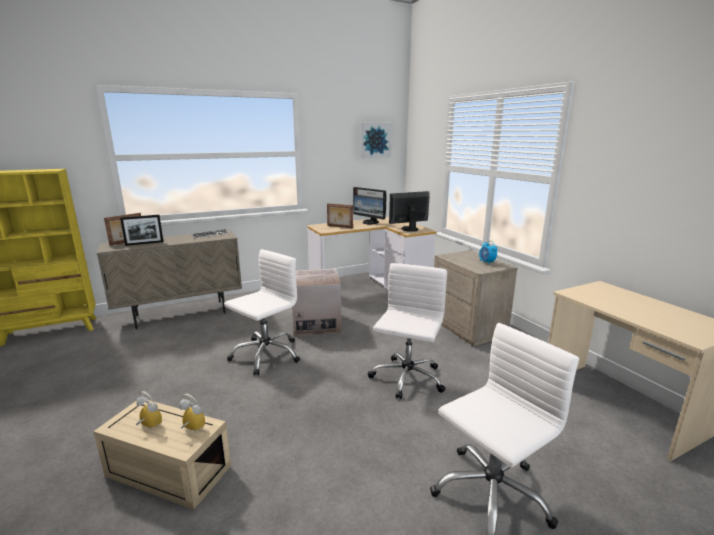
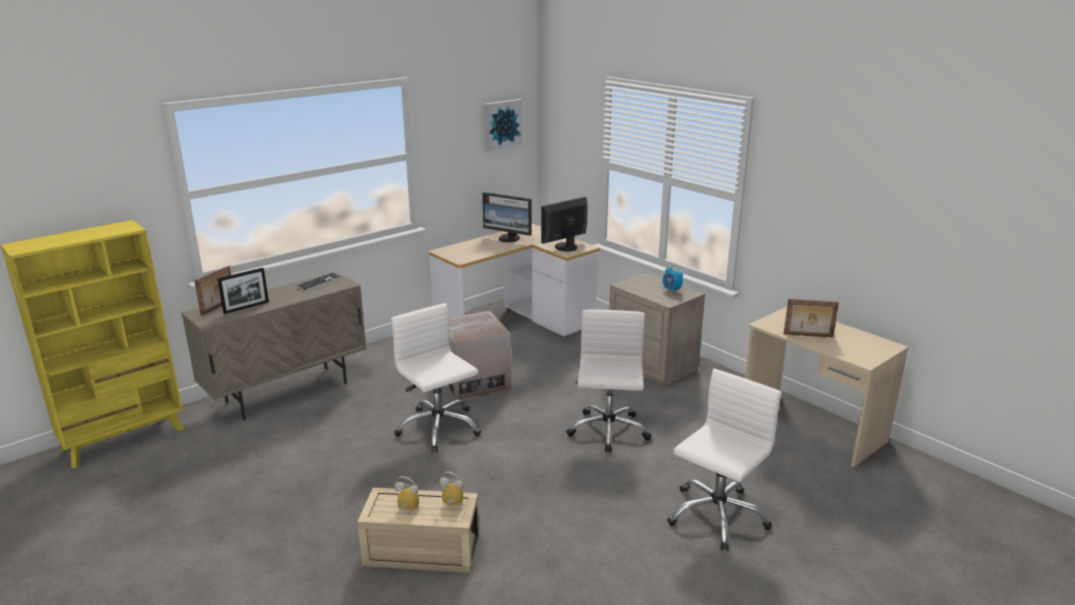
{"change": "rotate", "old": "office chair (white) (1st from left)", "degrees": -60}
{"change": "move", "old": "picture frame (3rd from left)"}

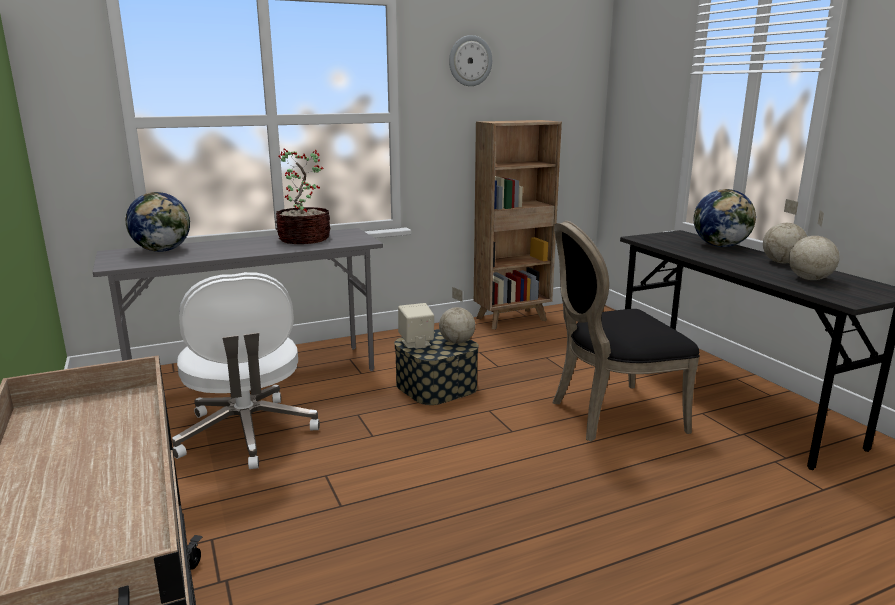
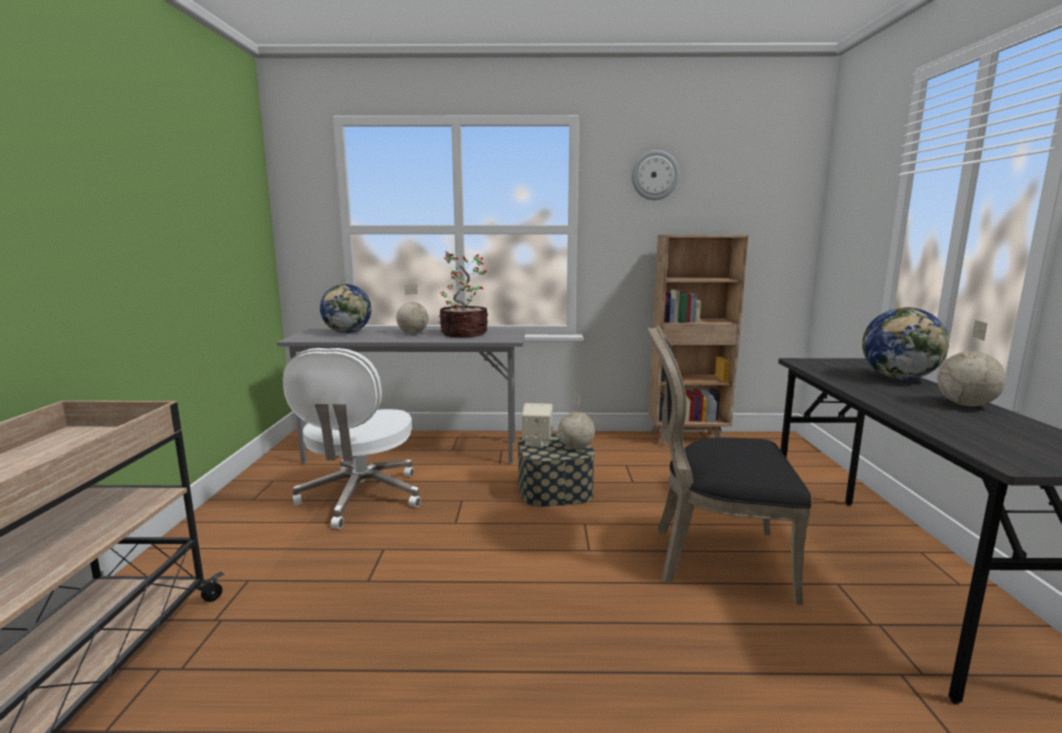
{"change": "move", "old": "desk globe (5th from left in the first image)", "new": "desk globe (2nd from left)"}

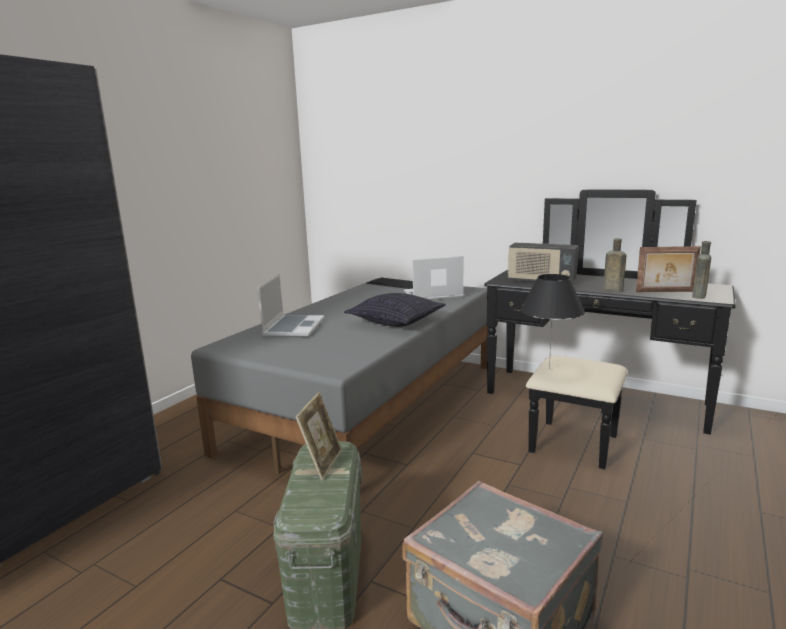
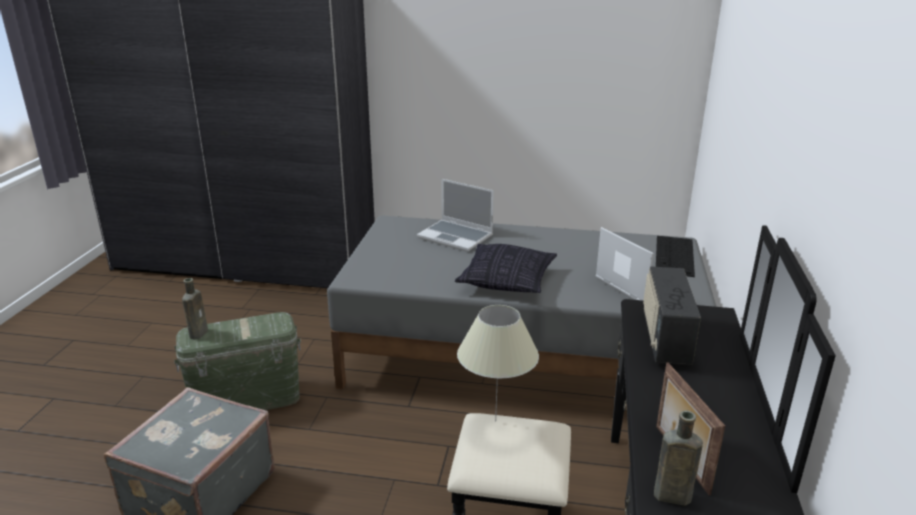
{"change": "move", "old": "beverage bottle (brownish) (1st from left)"}
{"change": "rotate", "old": "portable computer (1st from left)", "degrees": 45}
{"change": "recolor", "old": "table lamp (blackish)", "new": "table lamp (beige)"}
{"change": "delete", "old": "picture frame (1st from left)"}

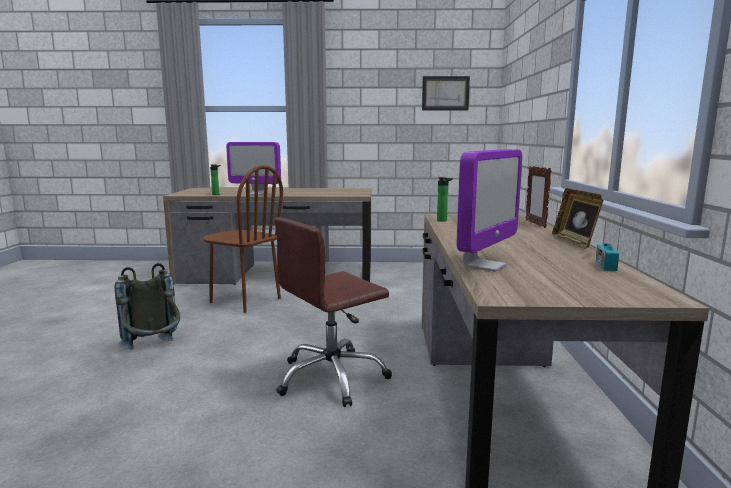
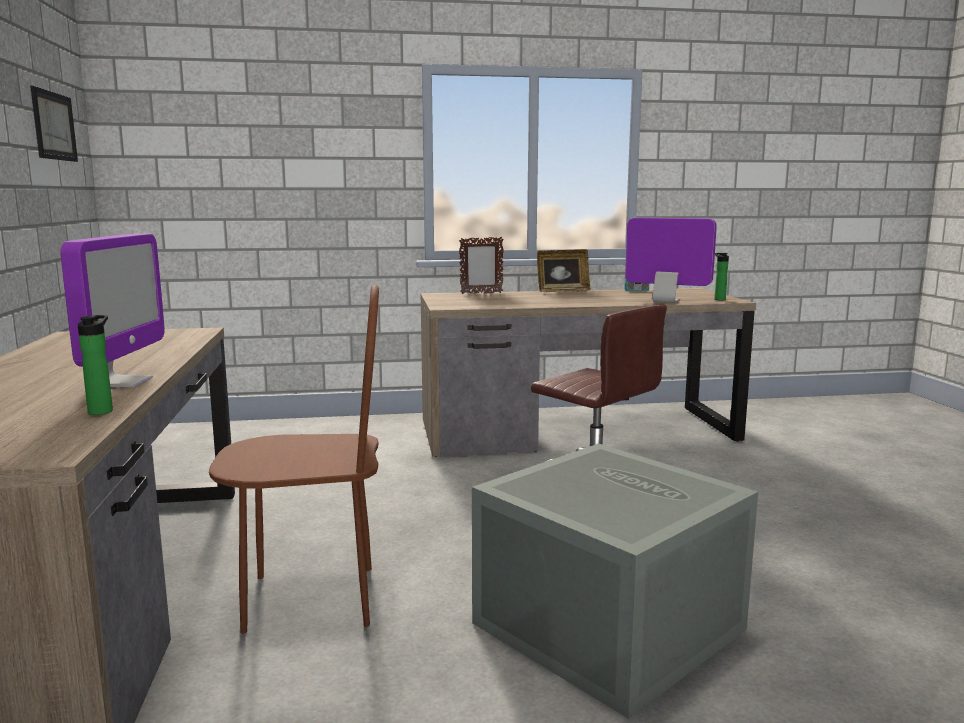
{"change": "rotate", "old": "plain chair (brownish)", "degrees": 60}
{"change": "replace", "old": "backpack (gray)", "new": "storage container (gray)"}
{"change": "move", "old": "beverage bottle (2nd from left)"}

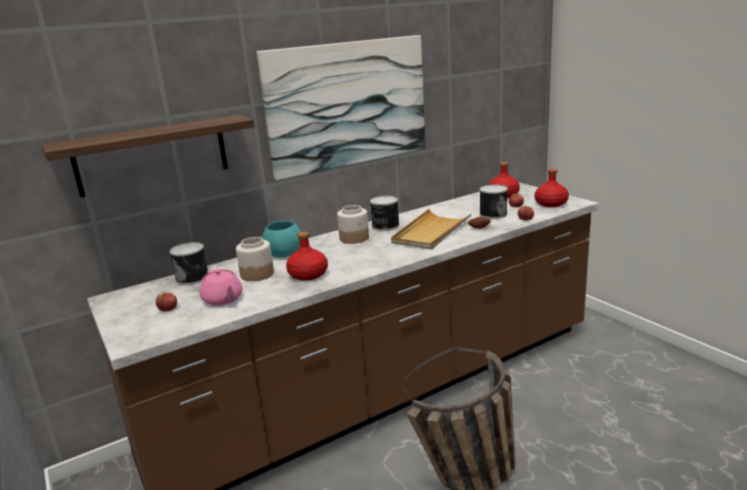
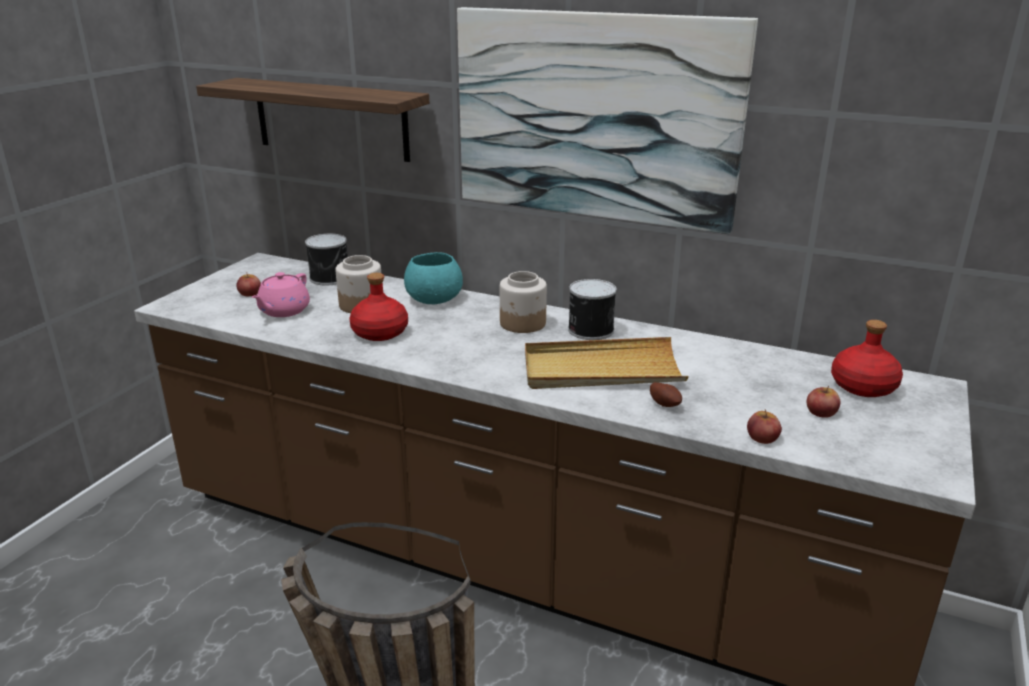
{"change": "delete", "old": "metal can (3rd from left)"}
{"change": "delete", "old": "beverage bottle (red-coloured) (3rd from left)"}

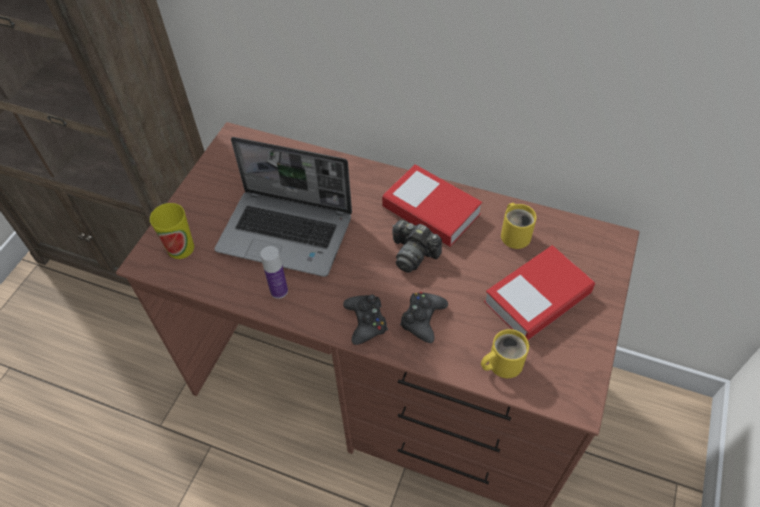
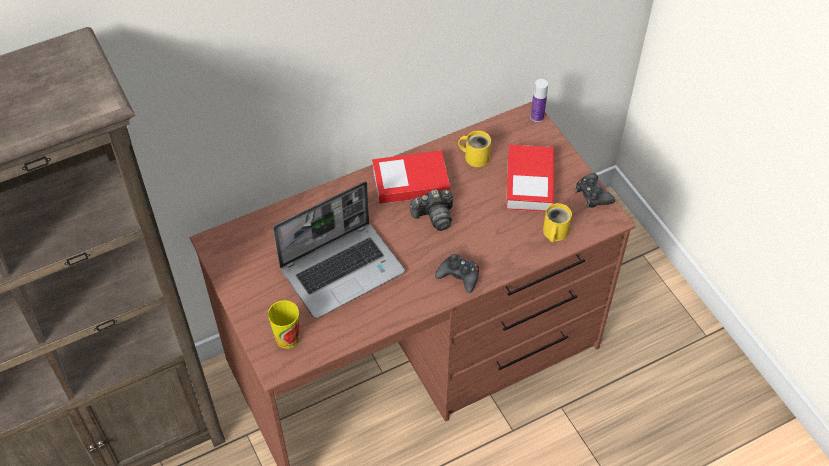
{"change": "move", "old": "beverage bottle"}
{"change": "move", "old": "gamepad (blackish) (2nd from left)"}

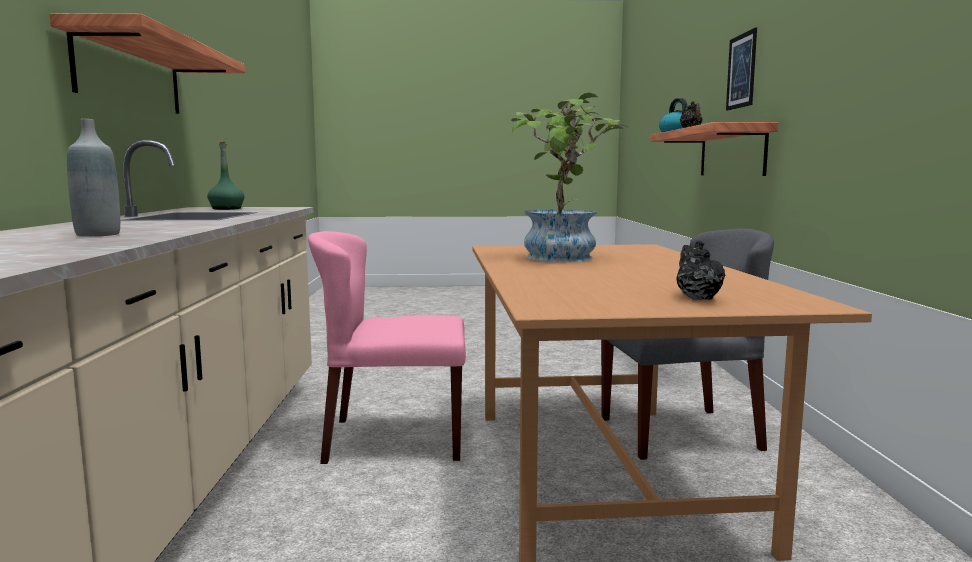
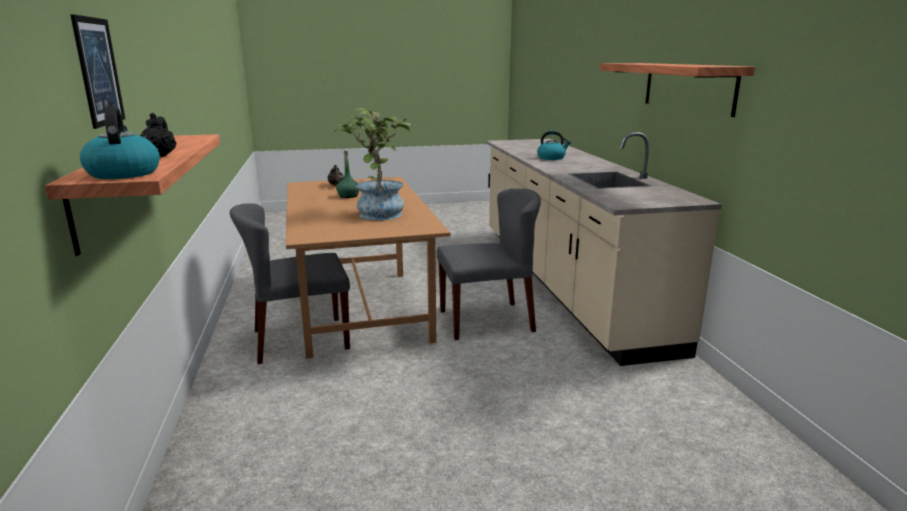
{"change": "move", "old": "beverage bottle (greenish)"}
{"change": "recolor", "old": "plain chair (pink)", "new": "plain chair (gray) (2nd from left)"}
{"change": "replace", "old": "beverage bottle (gray)", "new": "tea kettle (2nd from left)"}

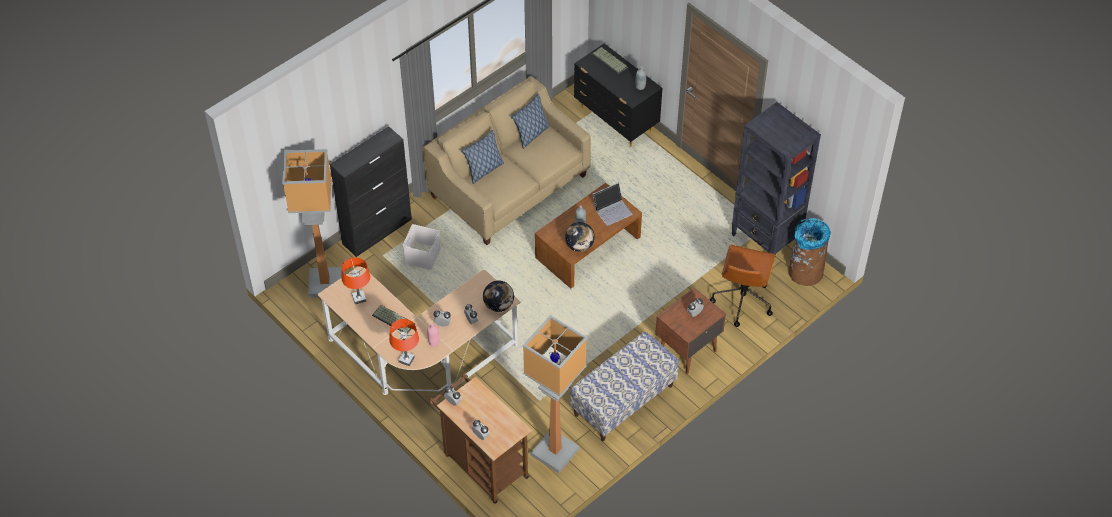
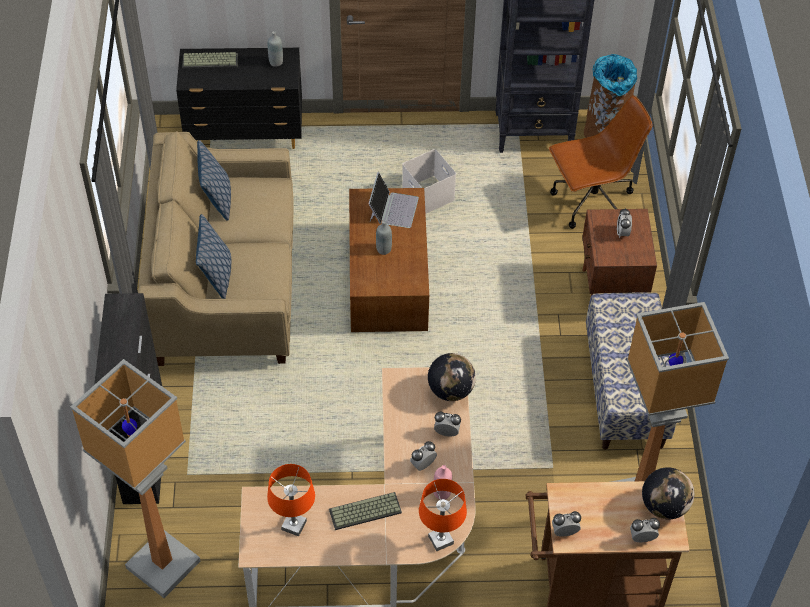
{"change": "move", "old": "storage container (white)"}
{"change": "rotate", "old": "office chair (brownish)", "degrees": -75}
{"change": "move", "old": "desk globe (2nd from left)"}

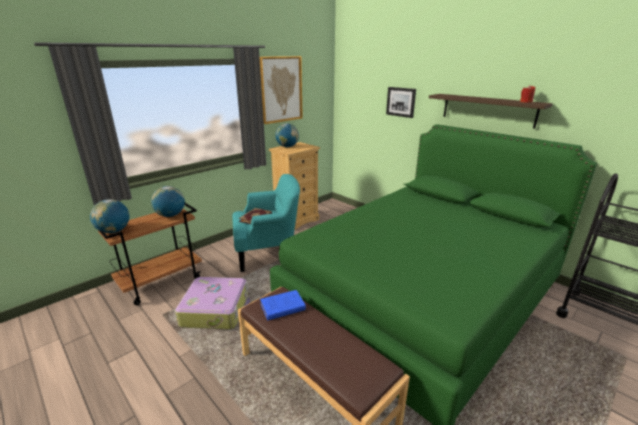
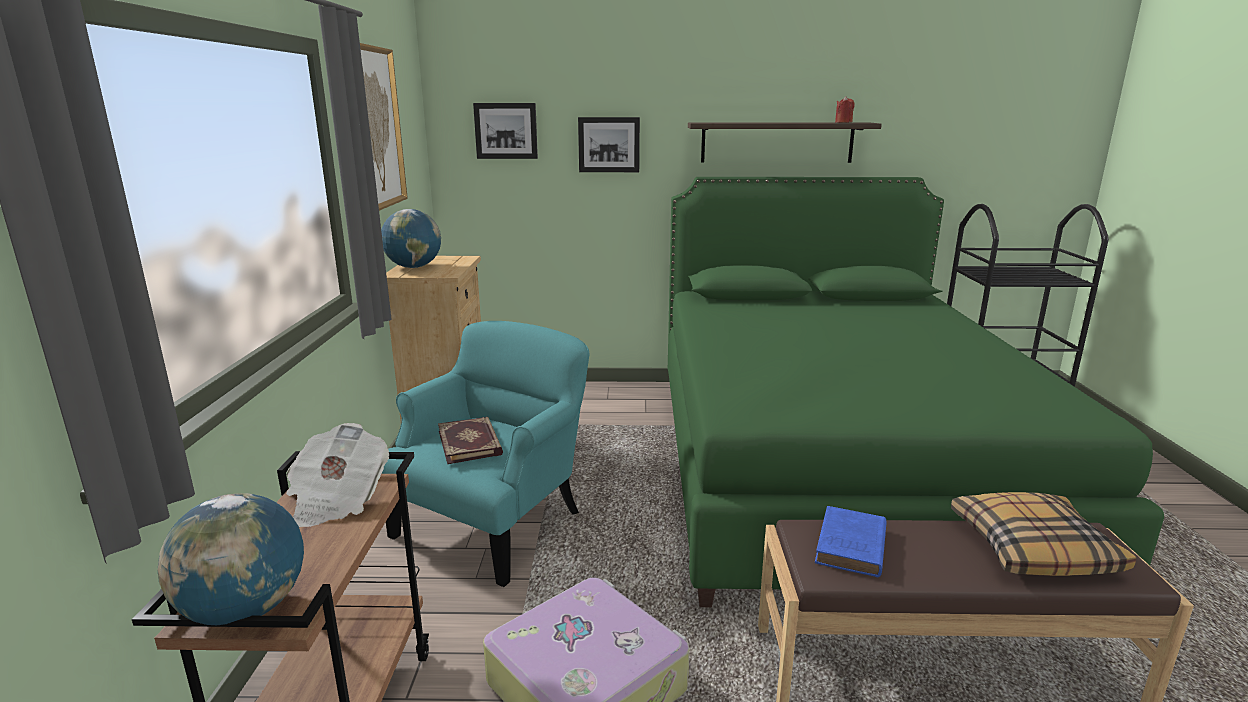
{"change": "replace", "old": "desk globe (2nd from left)", "new": "daily paper"}
{"change": "insert", "new": "wall art (2nd from left)"}
{"change": "insert", "new": "pillow"}

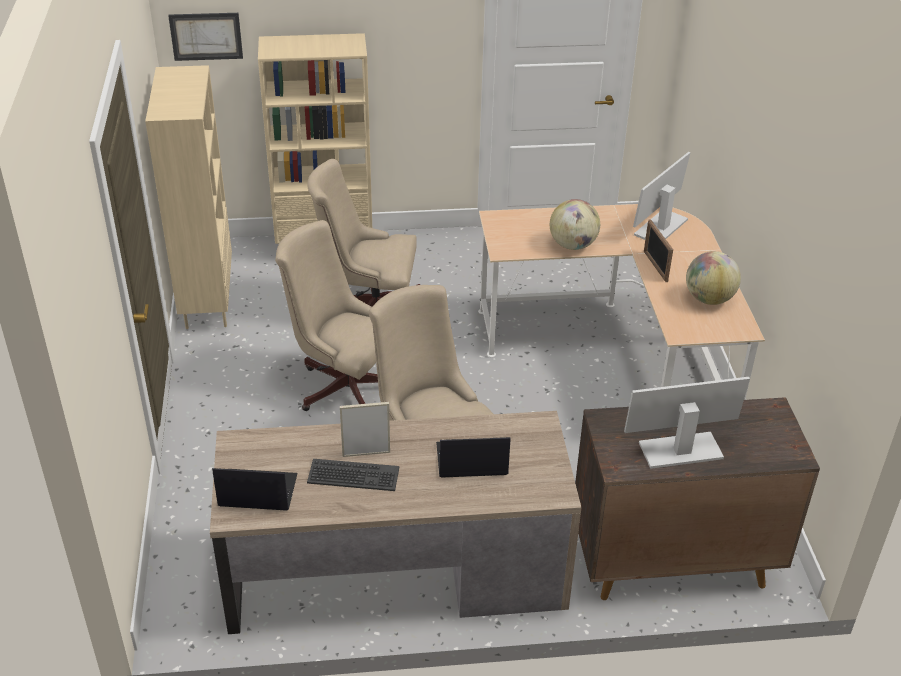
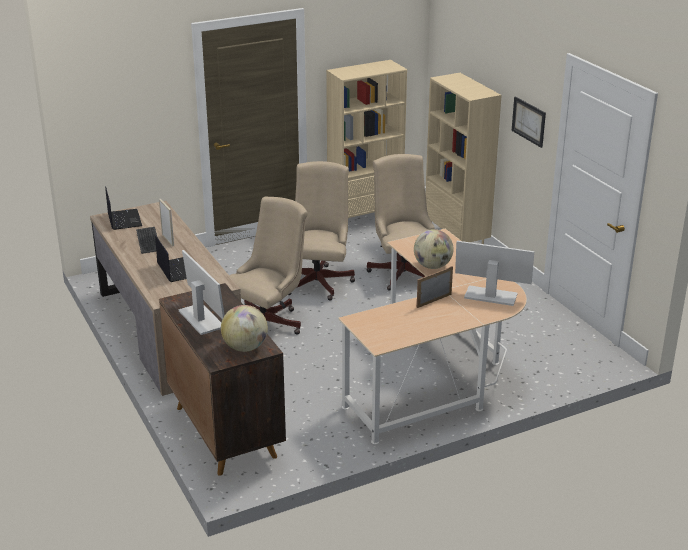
{"change": "move", "old": "desk globe (2nd from left in the first image)", "new": "desk globe (1st from left)"}
{"change": "move", "old": "wall art"}

